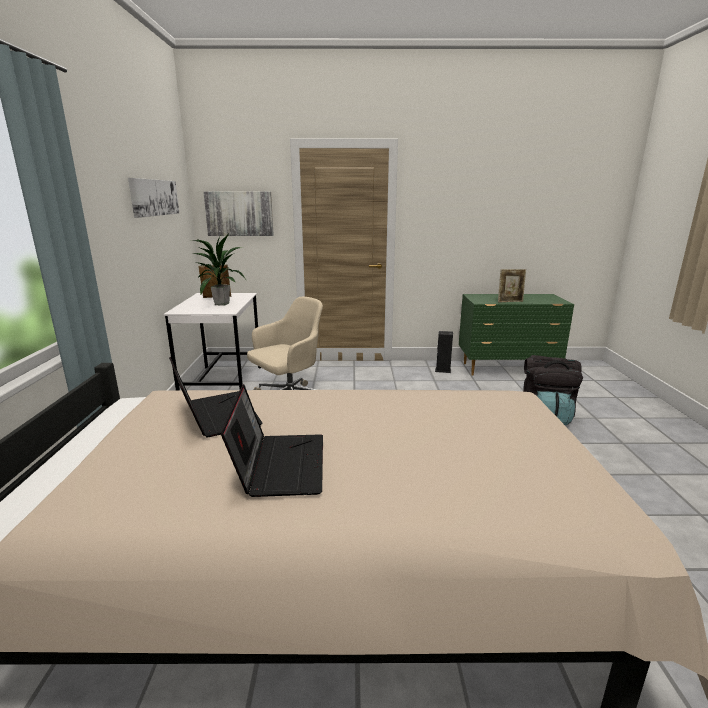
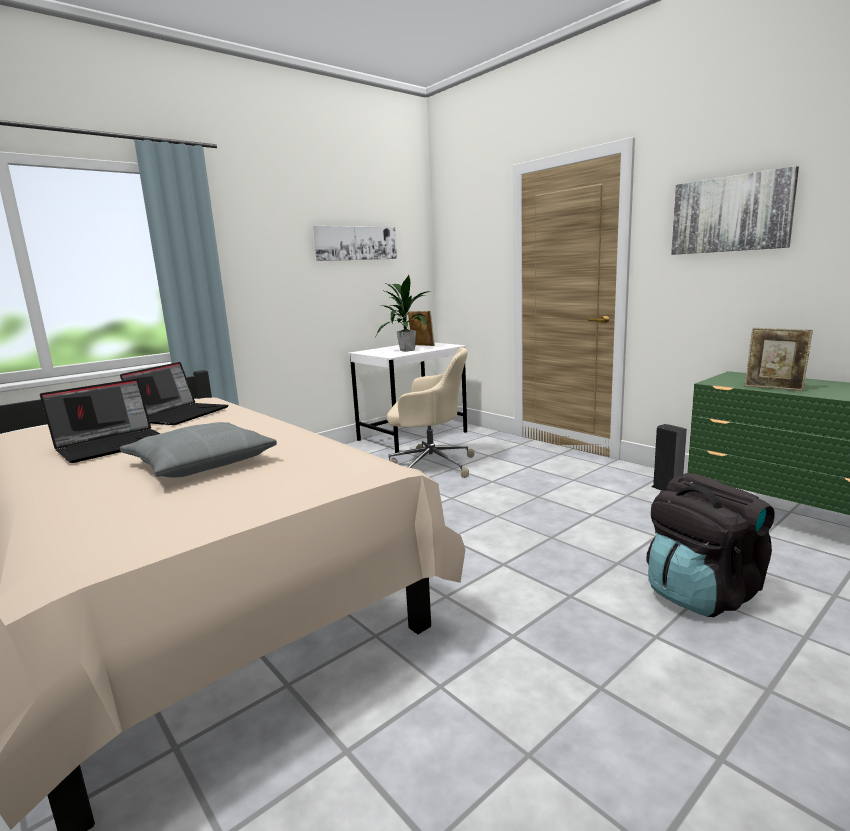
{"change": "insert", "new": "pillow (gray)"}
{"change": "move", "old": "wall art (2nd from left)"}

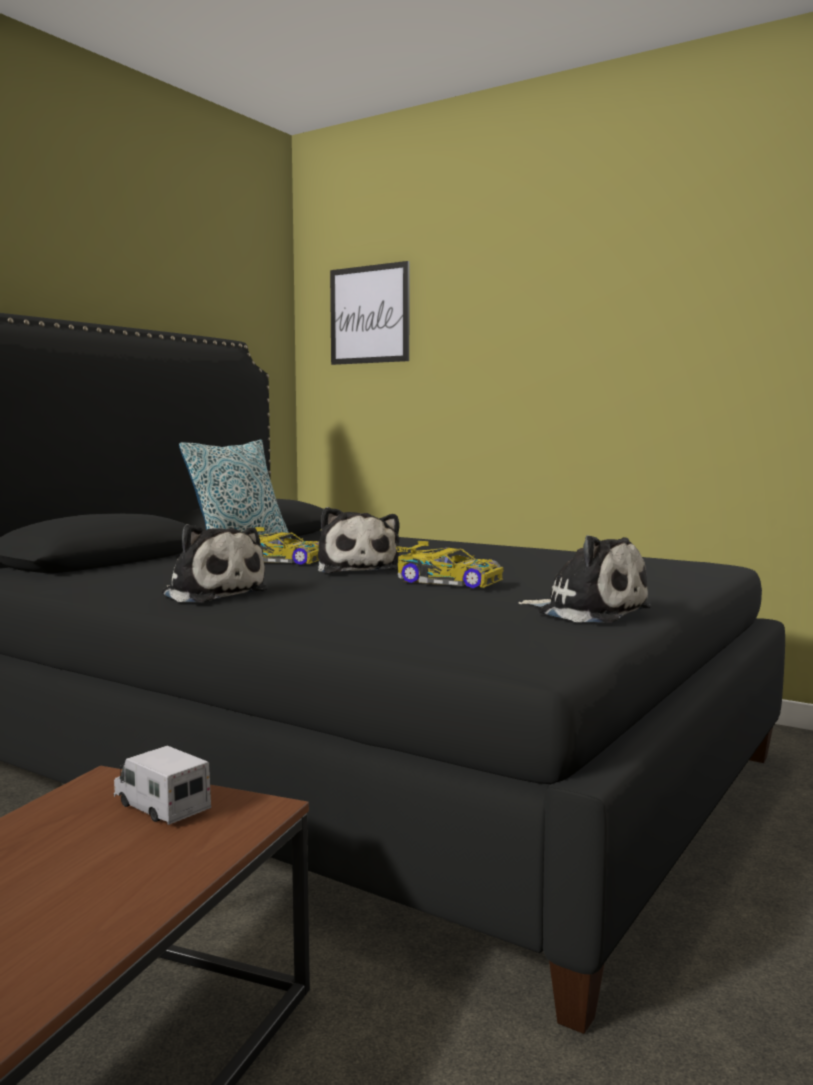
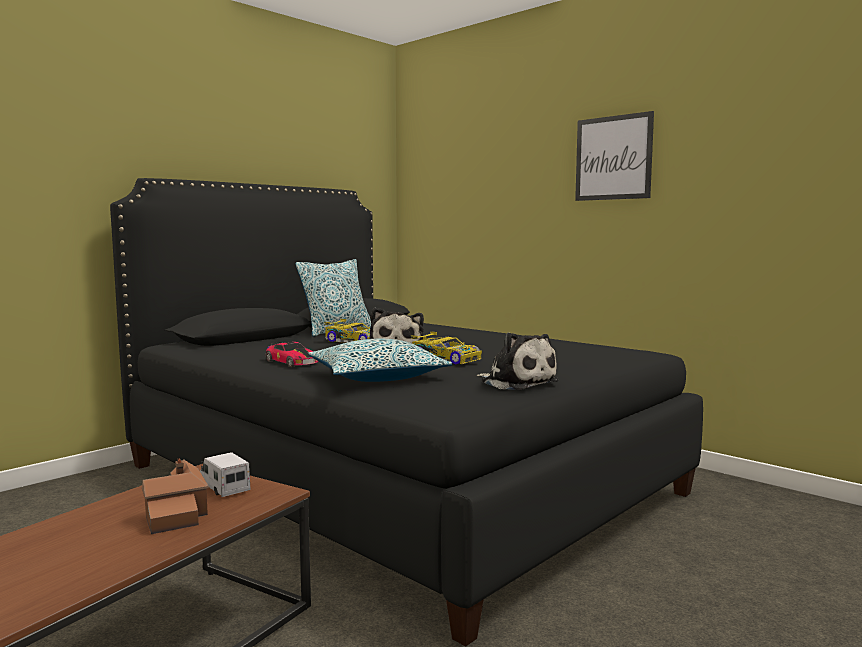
{"change": "insert", "new": "miniature house"}
{"change": "replace", "old": "soft toy (1st from left)", "new": "model car (1st from left)"}
{"change": "insert", "new": "pillow (2nd from left)"}
{"change": "move", "old": "wall art"}

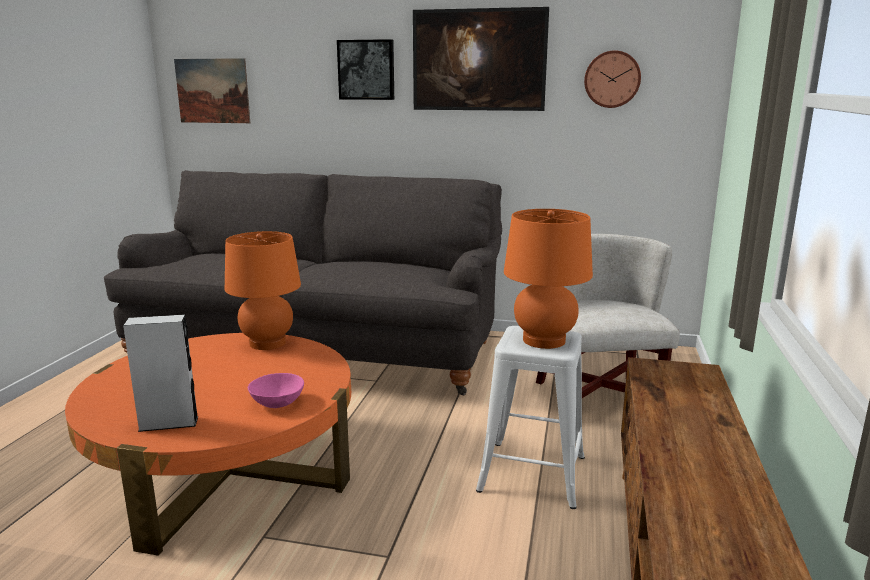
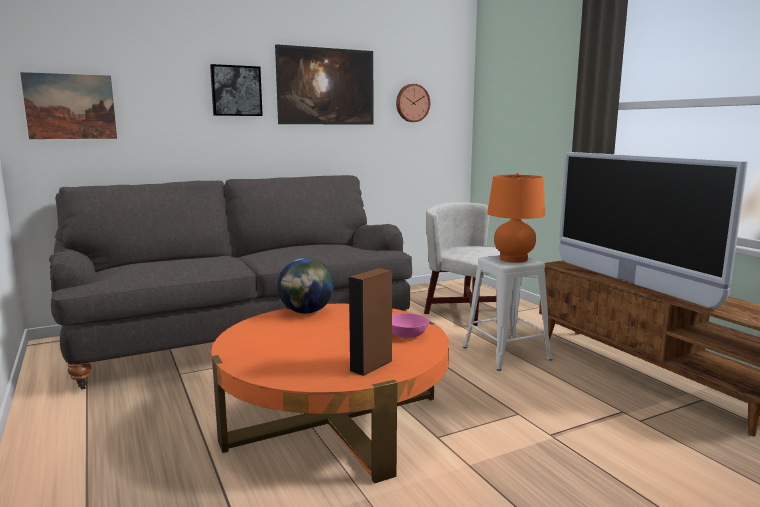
{"change": "replace", "old": "table lamp (orange) (1st from left)", "new": "desk globe"}
{"change": "recolor", "old": "audio speaker (gray)", "new": "audio speaker (brownish)"}
{"change": "insert", "new": "TV"}

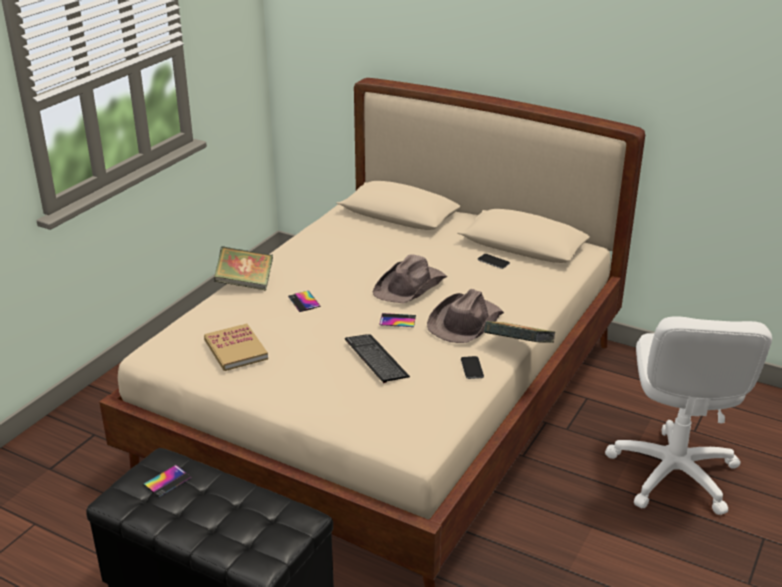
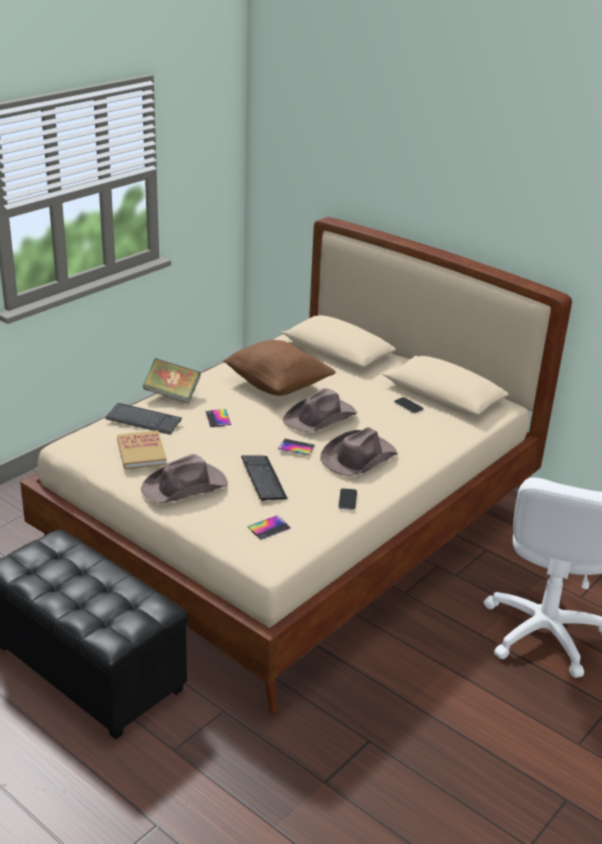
{"change": "insert", "new": "keyboard (1st from left)"}
{"change": "insert", "new": "wearable hat (brownish) (1st from left)"}
{"change": "insert", "new": "pillow (brownish)"}
{"change": "move", "old": "handset (1st from left in the first image)", "new": "handset (2nd from left)"}
{"change": "delete", "old": "book (3rd from left)"}

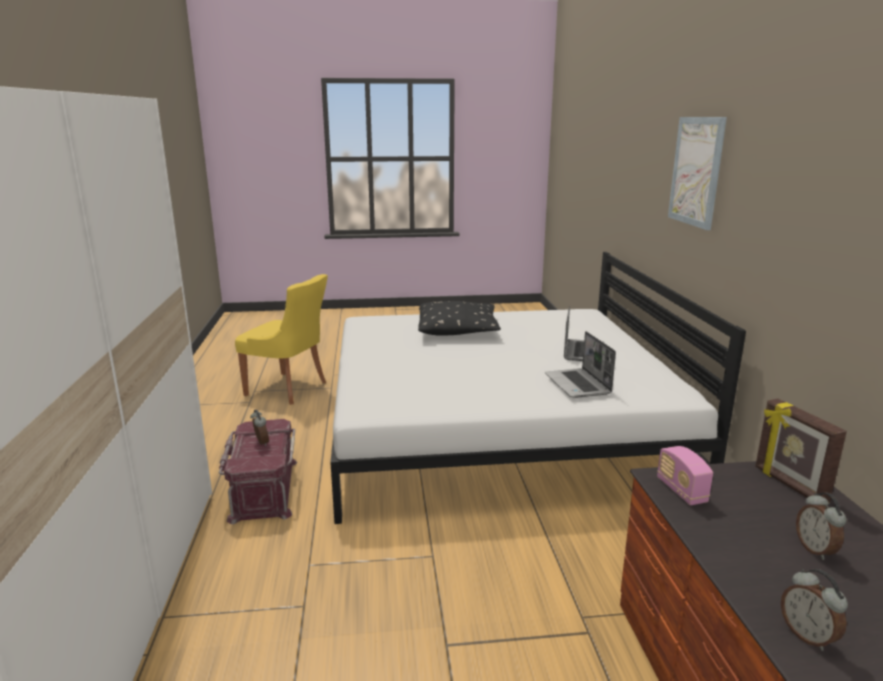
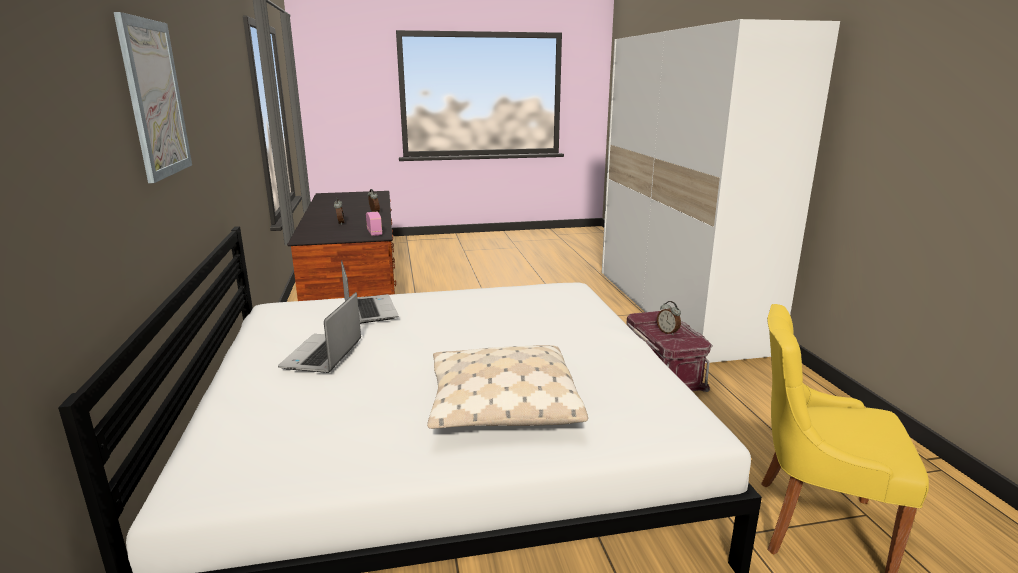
{"change": "recolor", "old": "pillow (blackish)", "new": "pillow (beige)"}
{"change": "delete", "old": "picture frame"}

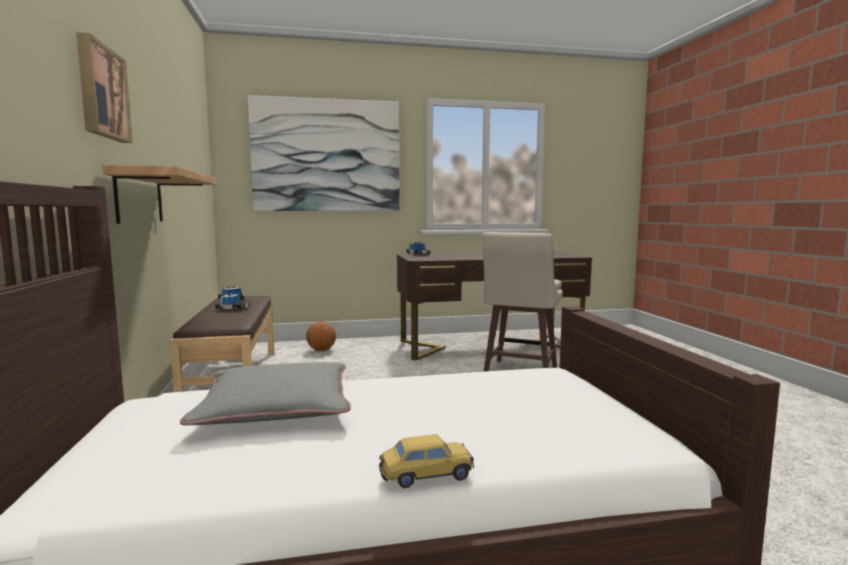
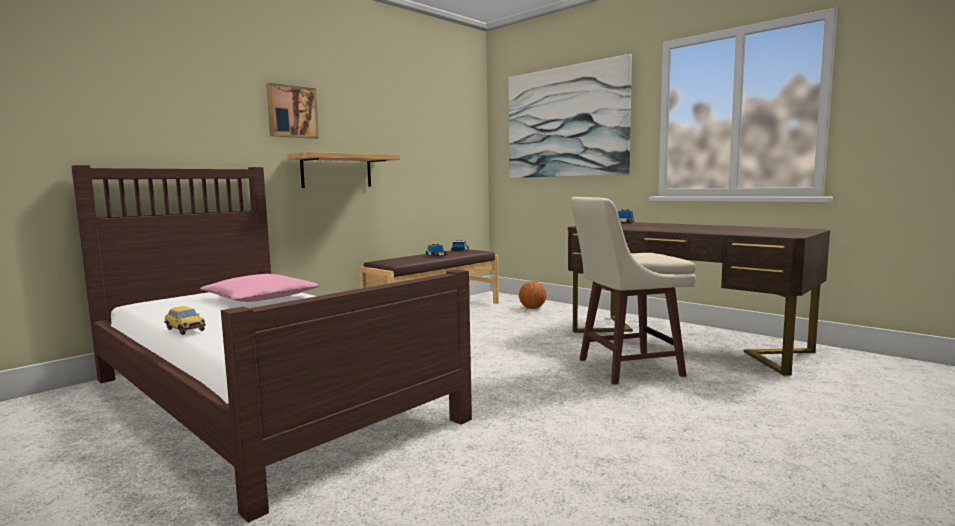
{"change": "recolor", "old": "pillow (gray)", "new": "pillow (pink)"}

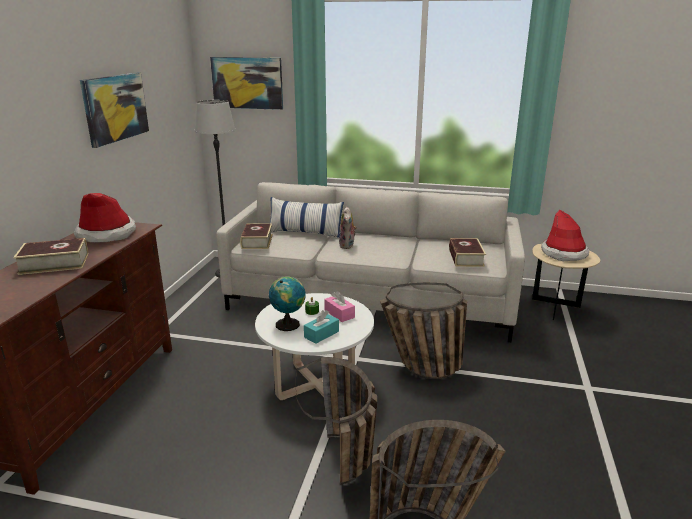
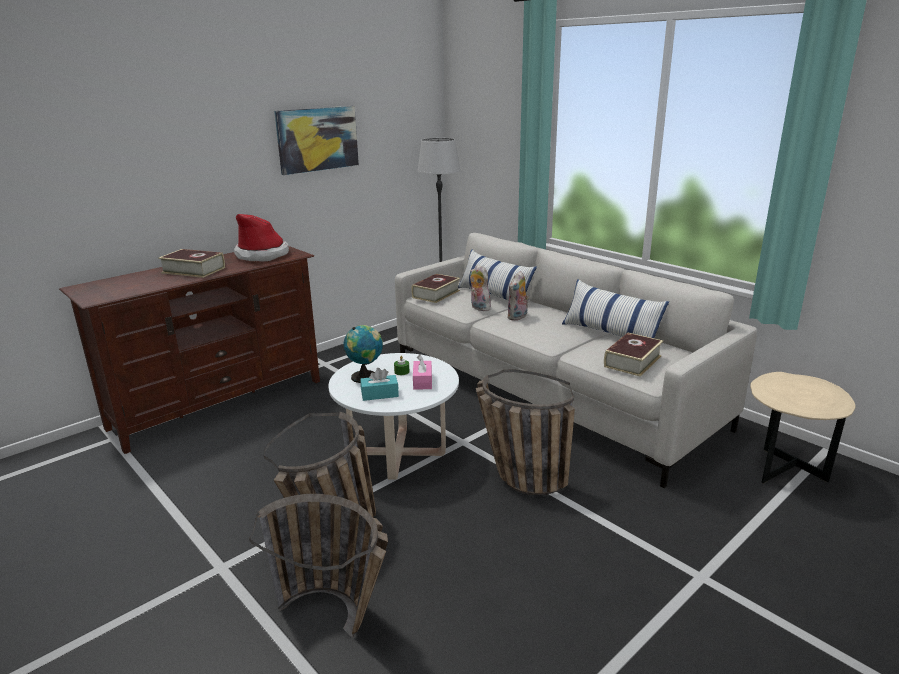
{"change": "insert", "new": "soft toy (1st from left)"}
{"change": "insert", "new": "pillow (2nd from left)"}
{"change": "delete", "old": "wall art (2nd from left)"}
{"change": "delete", "old": "wearable hat (2nd from left)"}

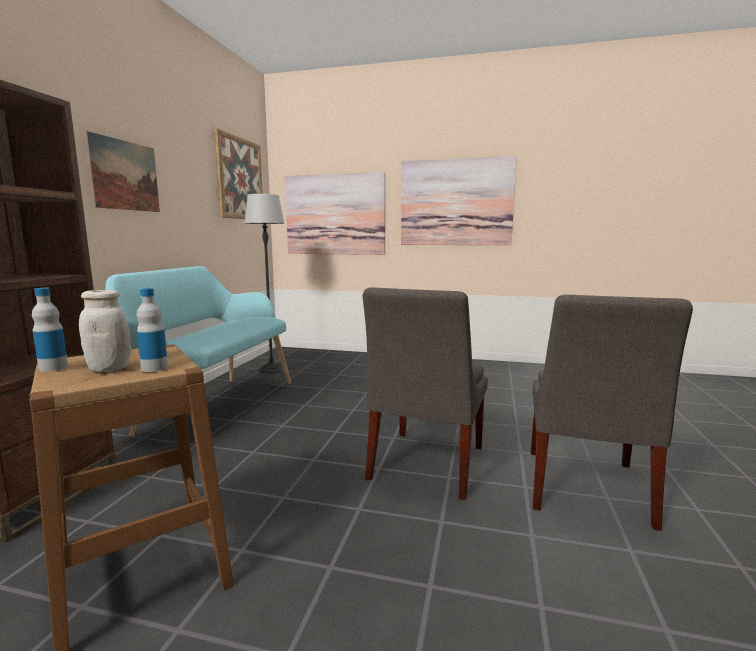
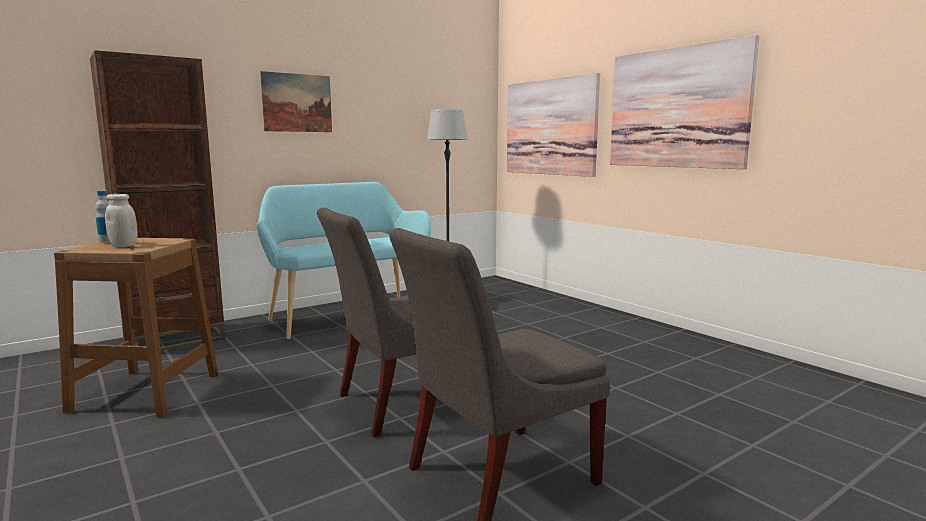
{"change": "delete", "old": "beverage bottle (2nd from left)"}
{"change": "delete", "old": "wall art (2nd from left)"}

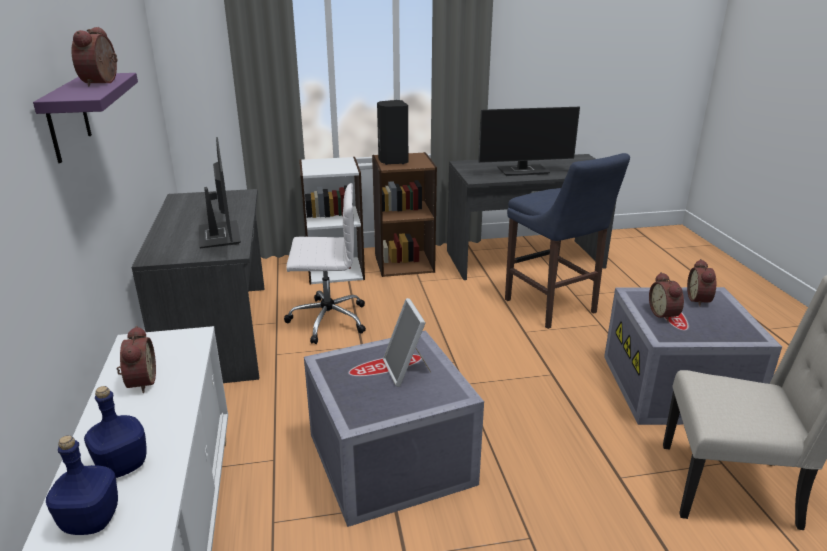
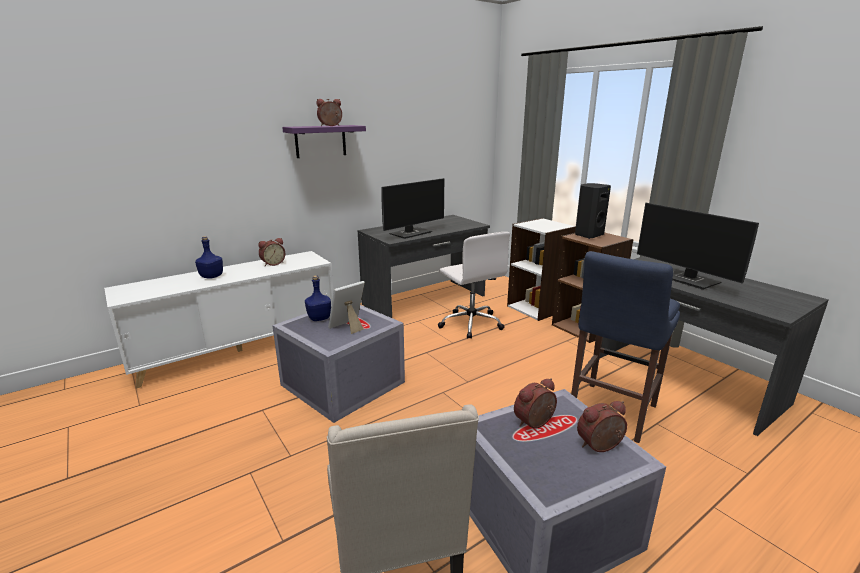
{"change": "move", "old": "beverage bottle (blue) (1st from left in the first image)", "new": "beverage bottle (blue) (2nd from left)"}

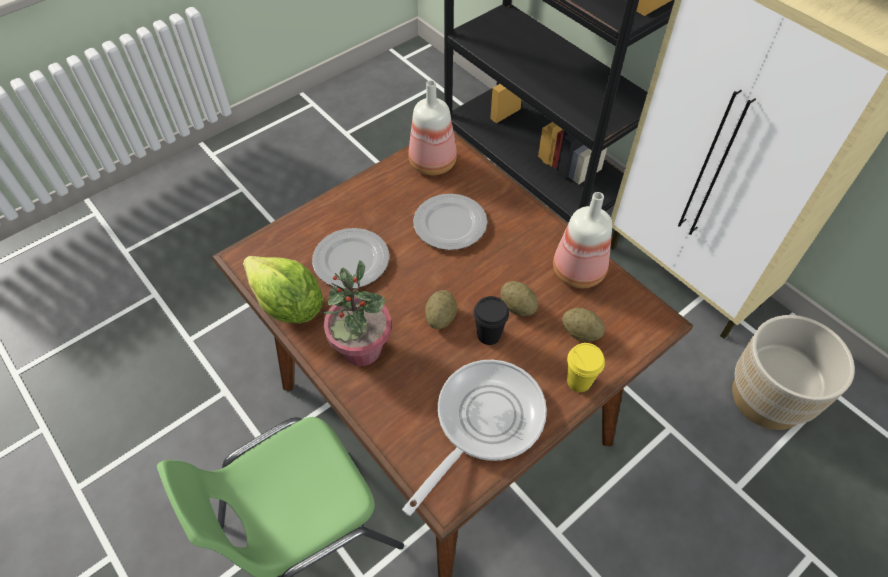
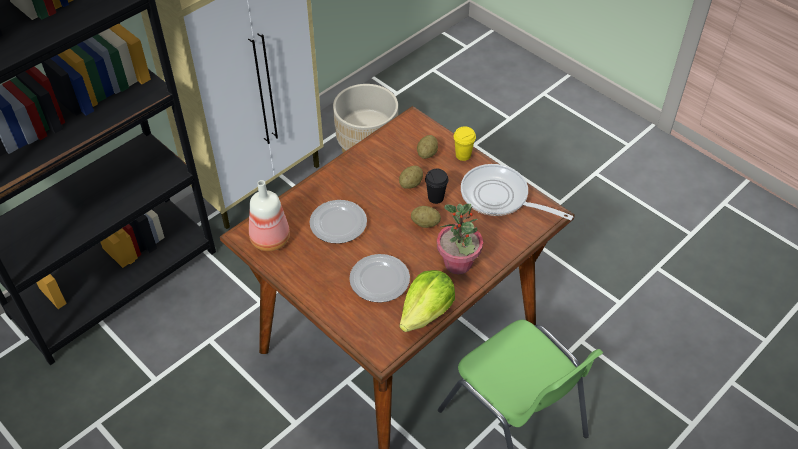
{"change": "delete", "old": "beverage bottle (2nd from left)"}

